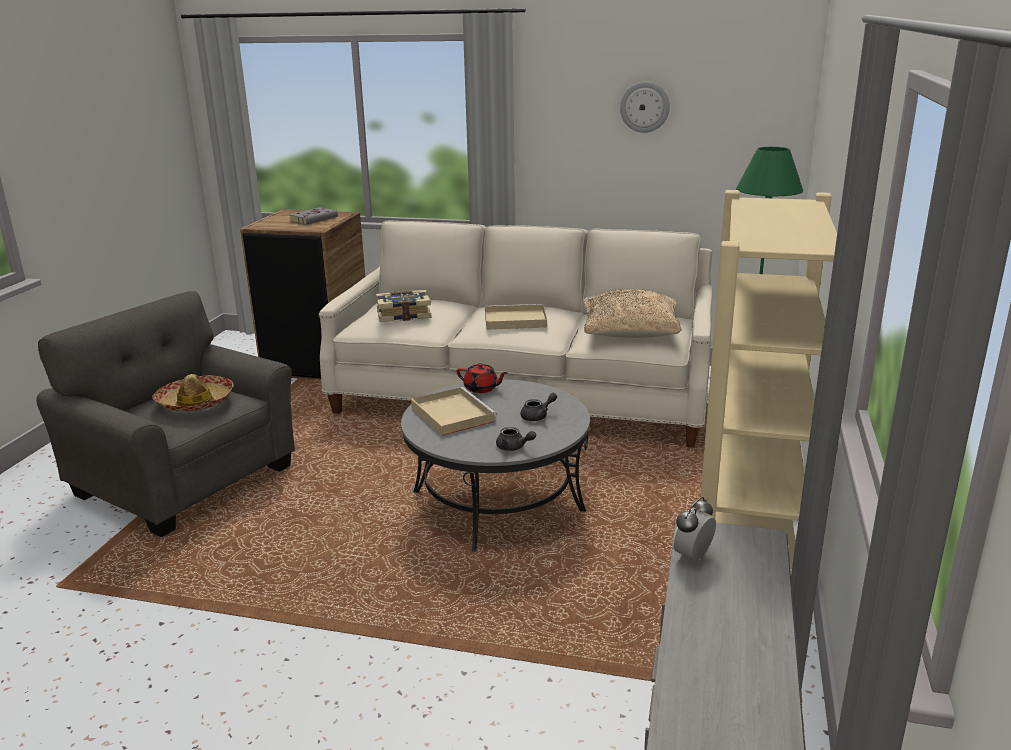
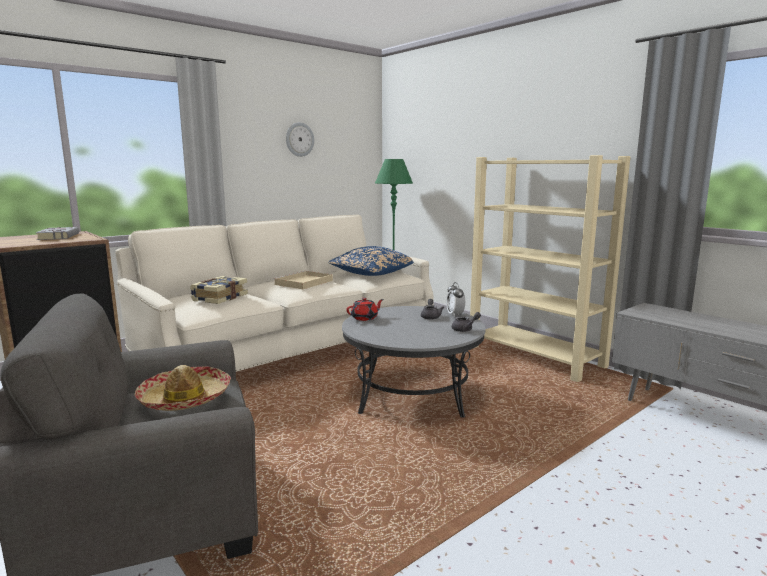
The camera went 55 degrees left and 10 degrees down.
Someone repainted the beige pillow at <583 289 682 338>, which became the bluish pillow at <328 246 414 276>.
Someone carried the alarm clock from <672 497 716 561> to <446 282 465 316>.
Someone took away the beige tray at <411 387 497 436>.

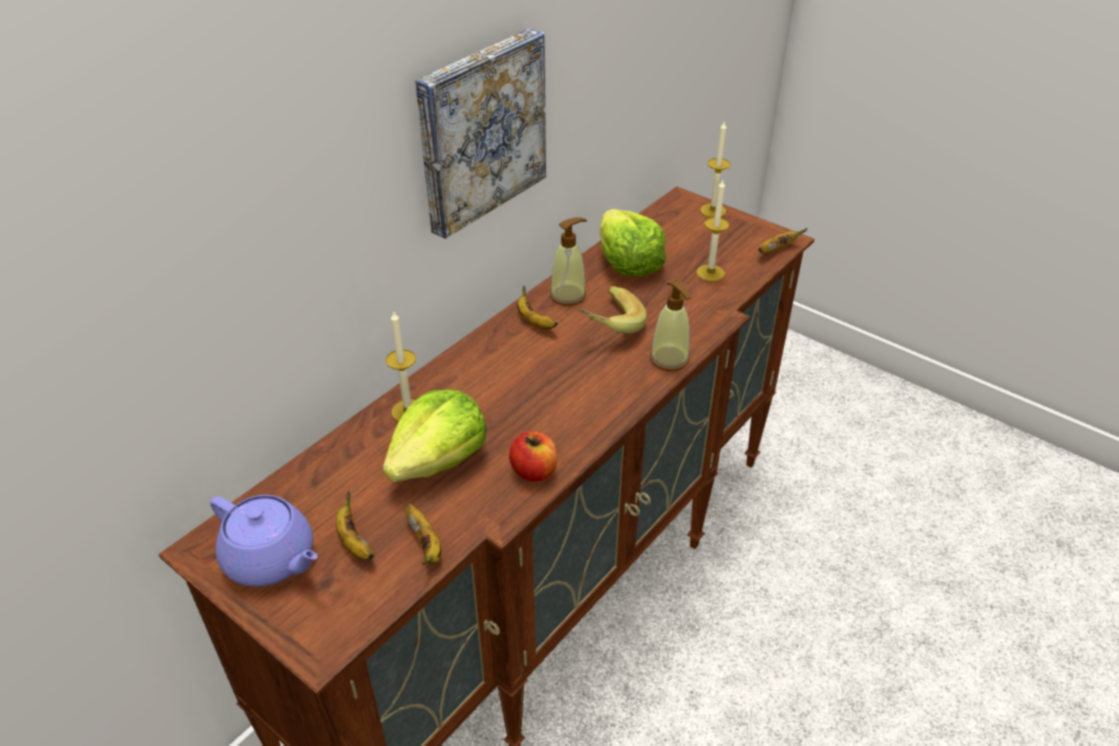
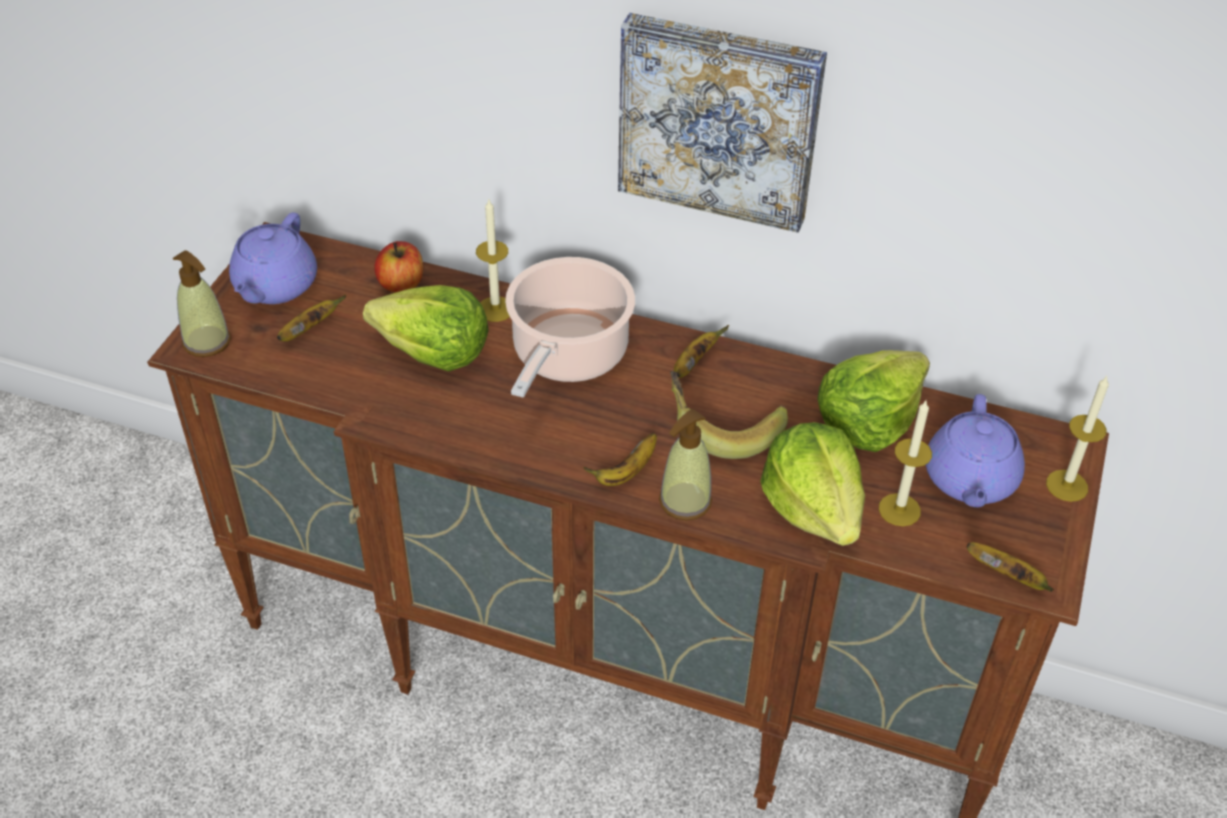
The camera went 70 degrees right and 5 degrees up.
Someone carried the soap dispenser from <550 217 587 306> to <173 250 231 357>.
Someone carried the whole apple from <509 431 557 481> to <374 241 423 293>.
Someone put down the cooking pot at <505 257 635 398>.
Someone carried the whole banana from <405 504 442 565> to <583 433 657 486>.
Someone put down the lettuce at <760 422 865 546>.
Someone put down the purple-coloured tea pot at <926 394 1025 507>.

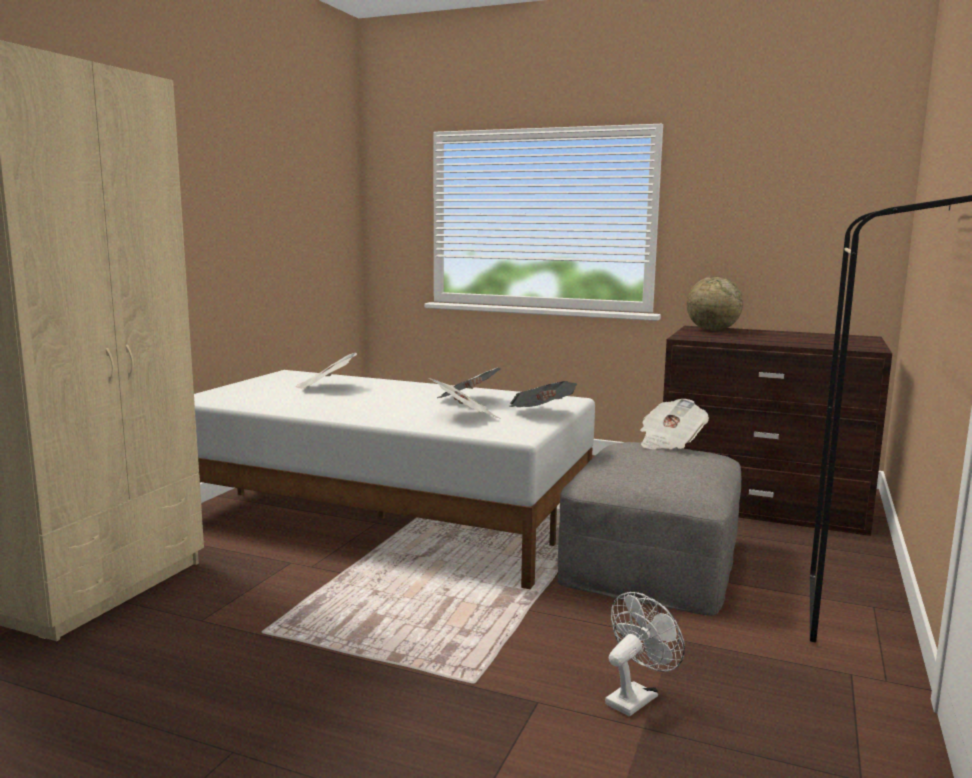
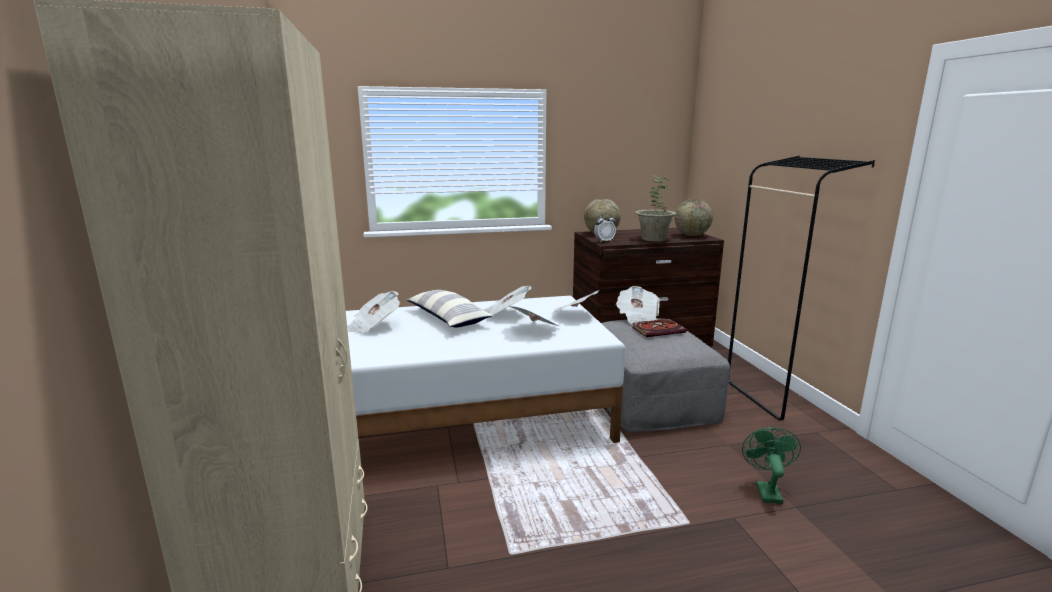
The camera went 35 degrees left and 5 degrees up.
Someone put down the pillow at <407 290 493 328>.
Someone put down the alarm clock at <594 213 616 243>.
Someone put down the book at <632 319 687 337>.
Someone put down the plant in a pot at <635 175 676 241>.
Someone put down the desk globe at <674 199 713 236>.
Someone repainted the white-coloured cooling fan at <605 592 685 716>, which became the greenish cooling fan at <742 427 801 504>.

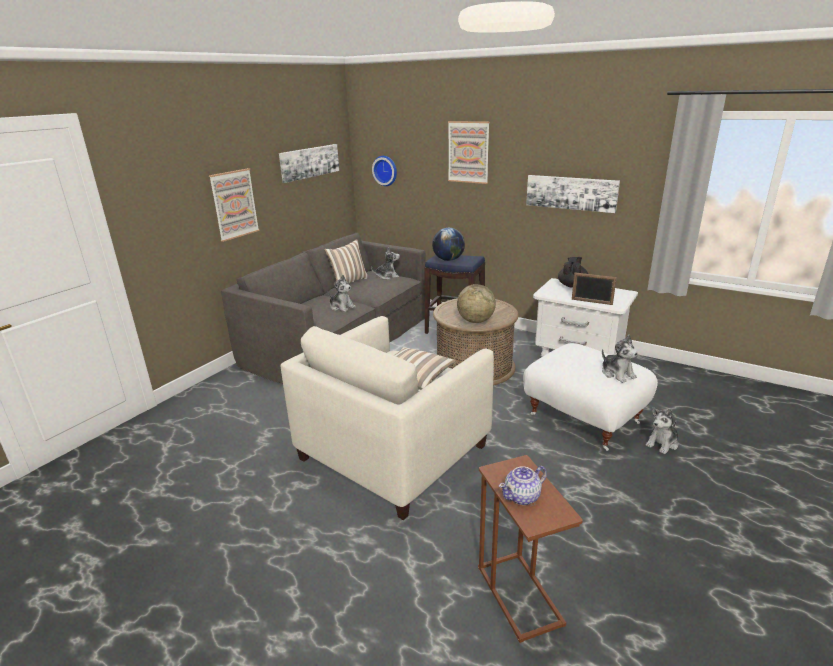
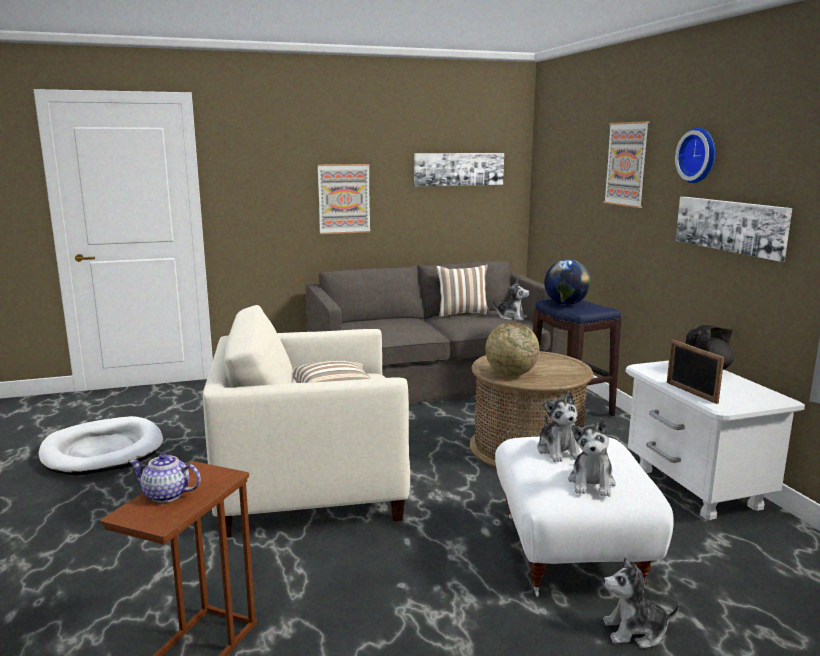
The camera went 40 degrees right and 10 degrees down.
Someone put down the white-coloured dog cushion at <38 416 163 475>.
Someone carried the soft toy from <328 275 356 312> to <537 391 580 462>.
Someone carried the wall clock from <372 156 397 186> to <675 128 715 183>.

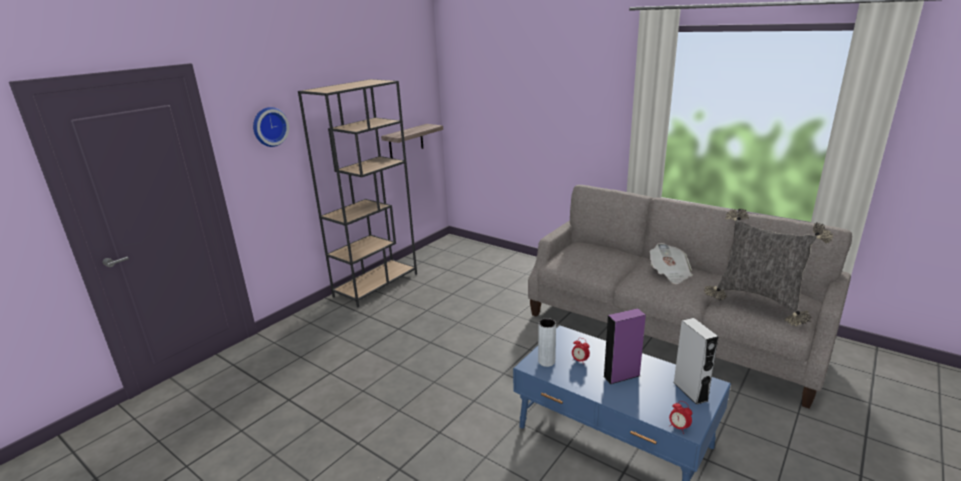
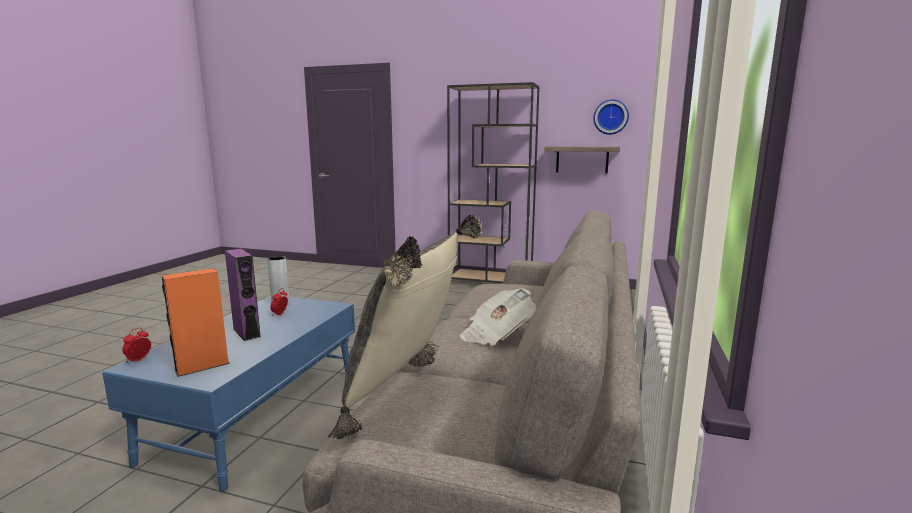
The camera went 70 degrees right and 10 degrees down.
Someone repainted the greyish audio speaker at <673 318 718 405>, which became the orangey audio speaker at <162 268 230 377>.
Someone carried the wall clock from <253 107 289 147> to <593 99 629 135>.

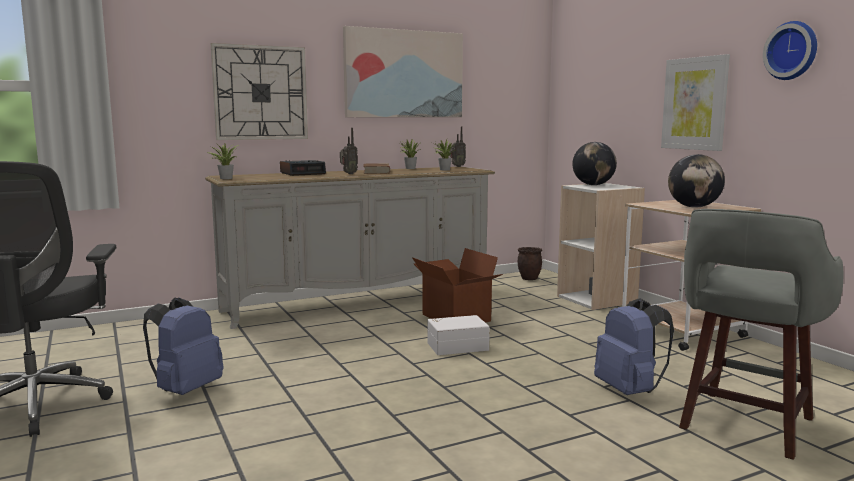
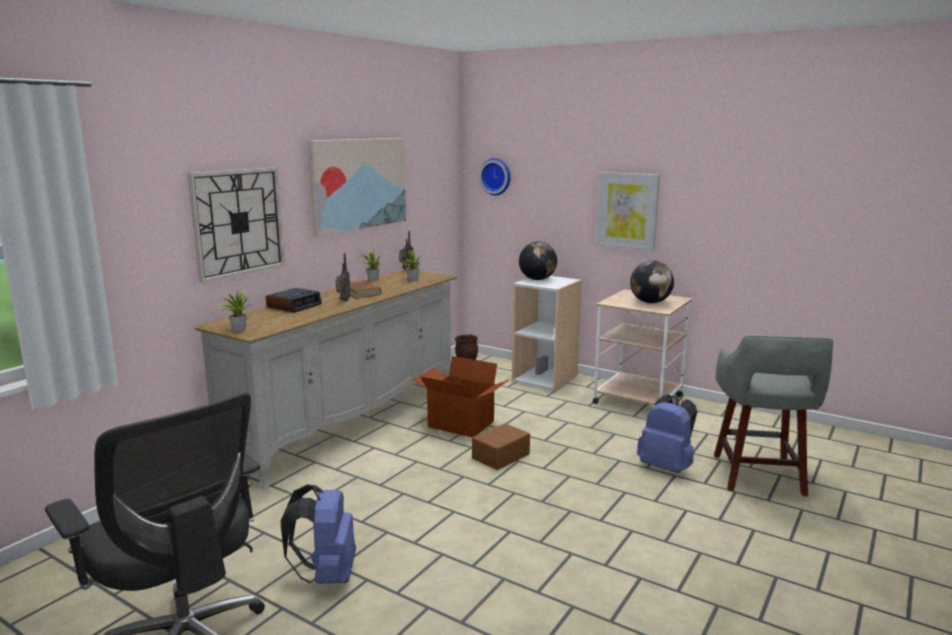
The camera went 30 degrees left and 5 degrees up.
Someone repainted the white-coloured storage box at <427 315 490 355>, which became the brown storage box at <472 423 530 470>.
Someone carried the wall clock from <763 21 817 80> to <479 158 511 195>.

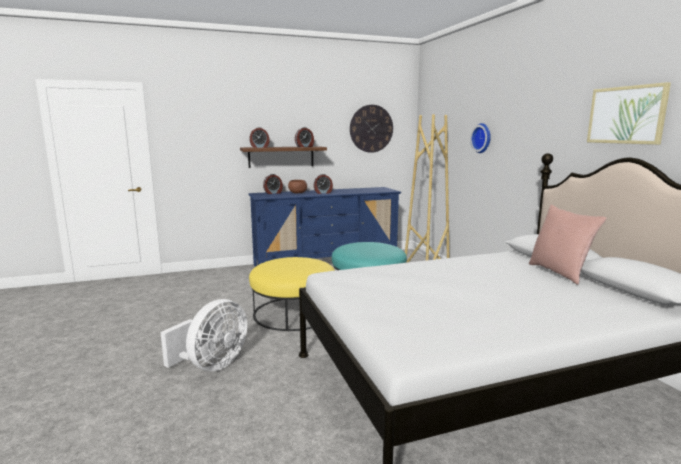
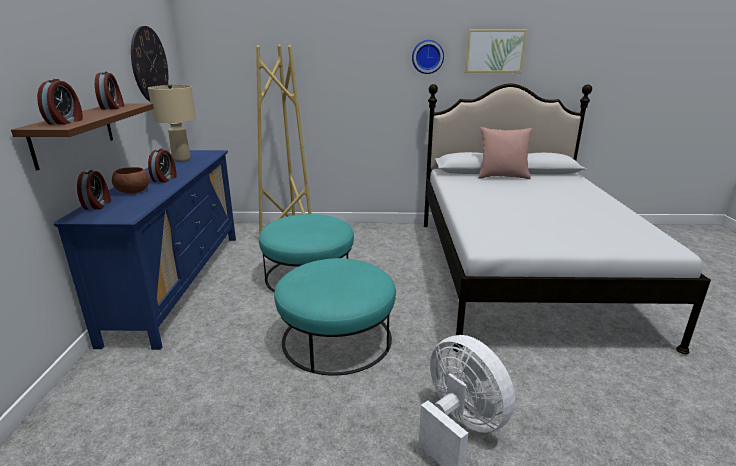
The camera went 70 degrees left and 10 degrees up.
Someone put down the beige tabletop lamp at <148 84 196 162>.
Someone repainted the yellow ottoman at <249 257 335 331>, which became the turquoise ottoman at <274 258 396 376>.
Someone carried the wall clock from <470 123 491 153> to <412 40 444 74>.

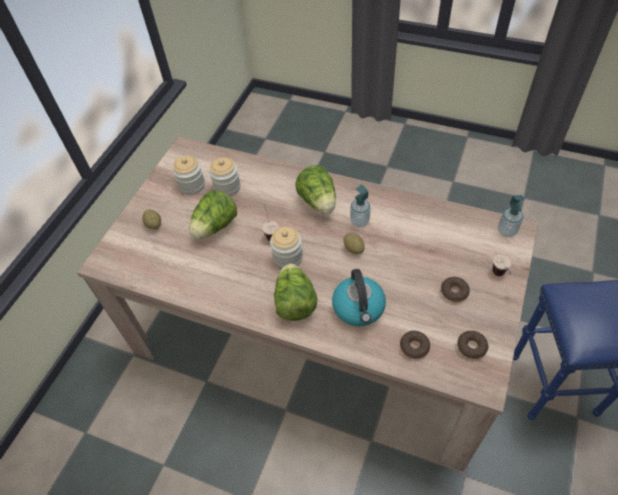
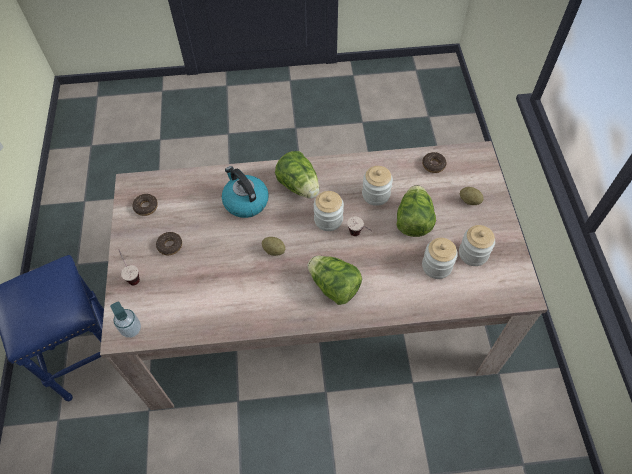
The camera went 150 degrees right and 5 degrees up.
Someone put down the preserve jar at <362 166 393 206>.
Someone carried the doughnut from <400 331 430 359> to <422 152 447 173>.
Someone took away the soap dispenser at <350 184 371 227>.

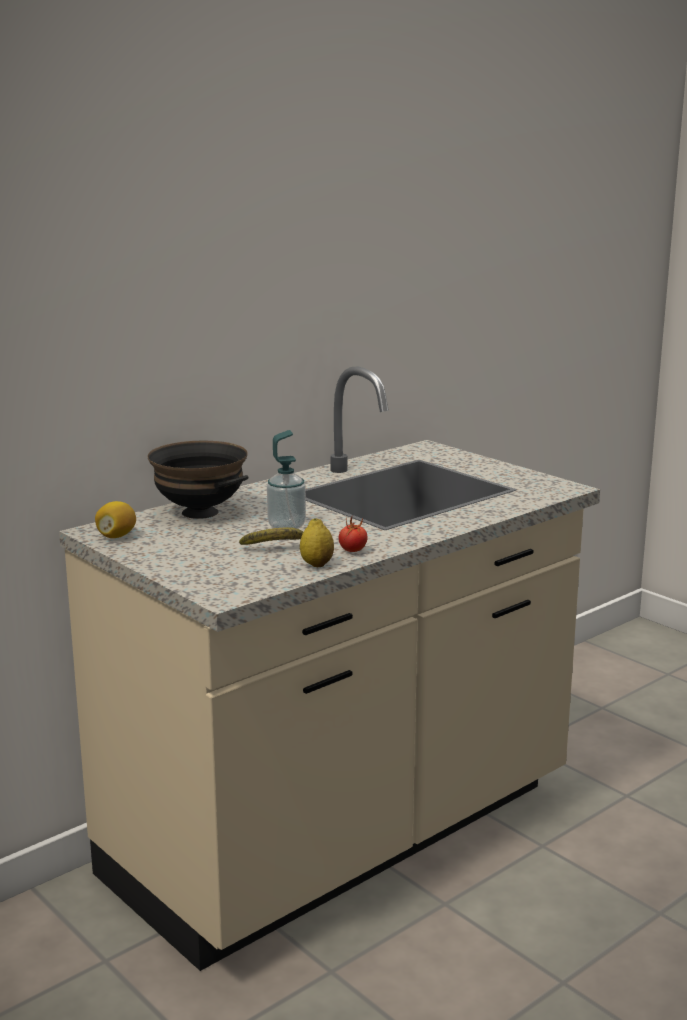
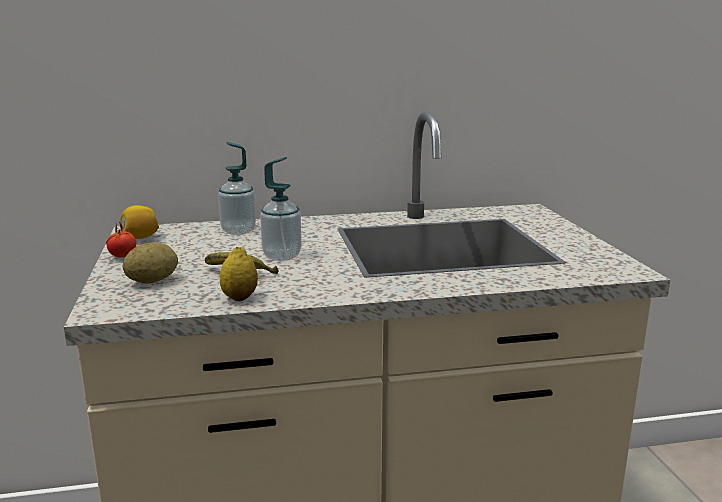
The camera went 30 degrees right and 0 degrees up.
Someone carried the tomato from <339 516 367 552> to <106 221 136 258>.
Someone put down the whole potato at <123 242 178 284>.
Someone swapped the blackish deep dish at <148 441 248 519> for the soap dispenser at <218 142 256 235>.

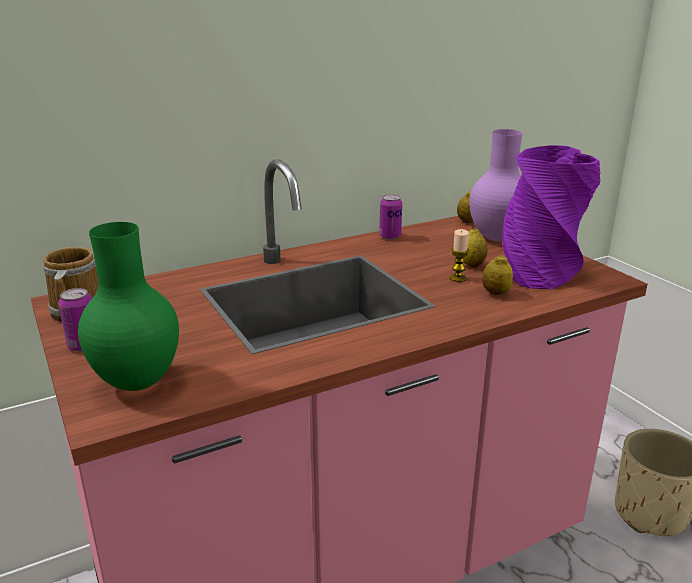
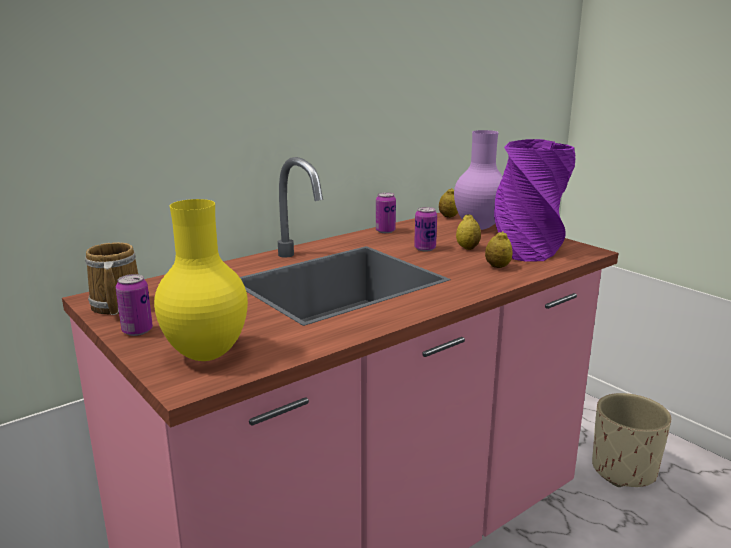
The camera went 10 degrees left and 5 degrees down.
Someone repainted the greenish vase at <78 222 179 391>, which became the yellow vase at <154 199 248 361>.
Someone put down the can at <414 207 437 251>.
Someone took away the candle at <450 229 469 282>.

